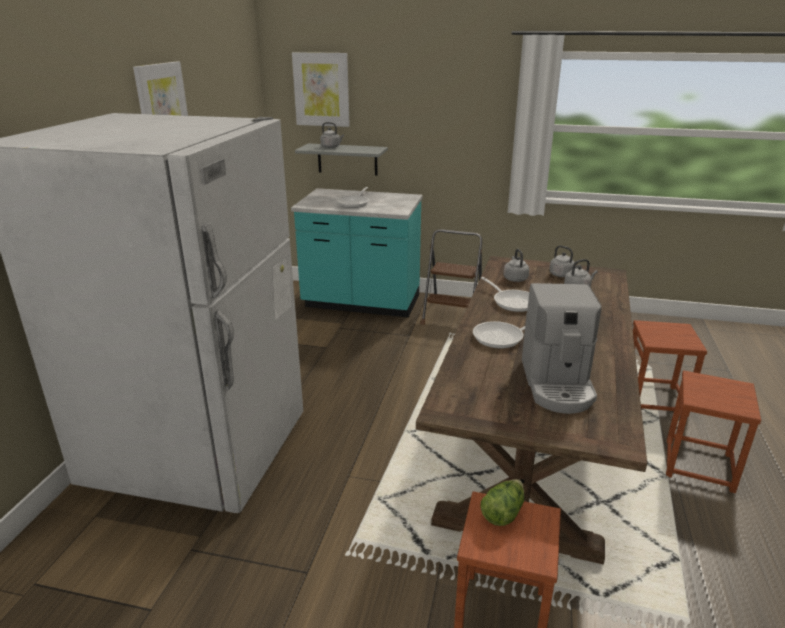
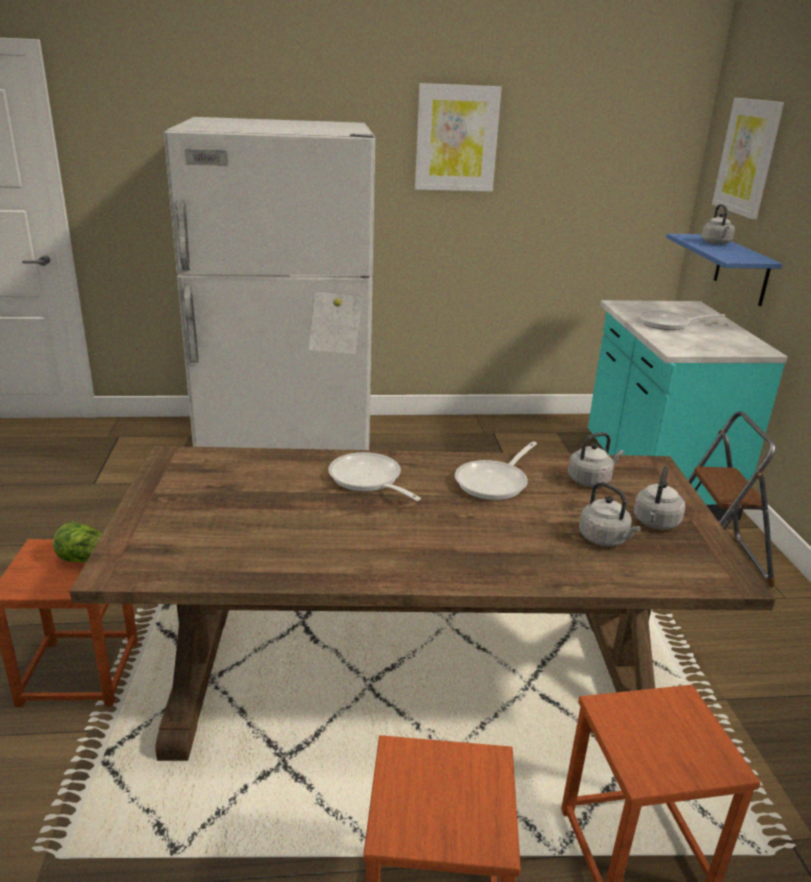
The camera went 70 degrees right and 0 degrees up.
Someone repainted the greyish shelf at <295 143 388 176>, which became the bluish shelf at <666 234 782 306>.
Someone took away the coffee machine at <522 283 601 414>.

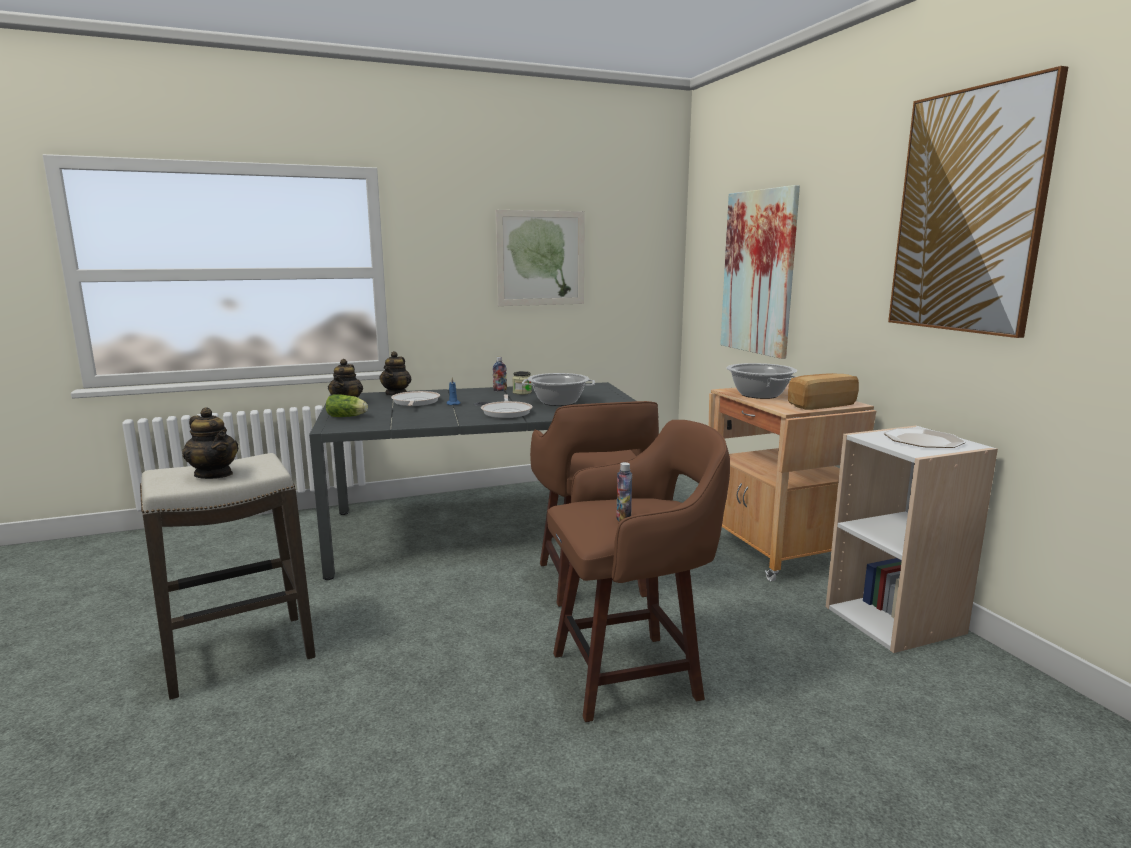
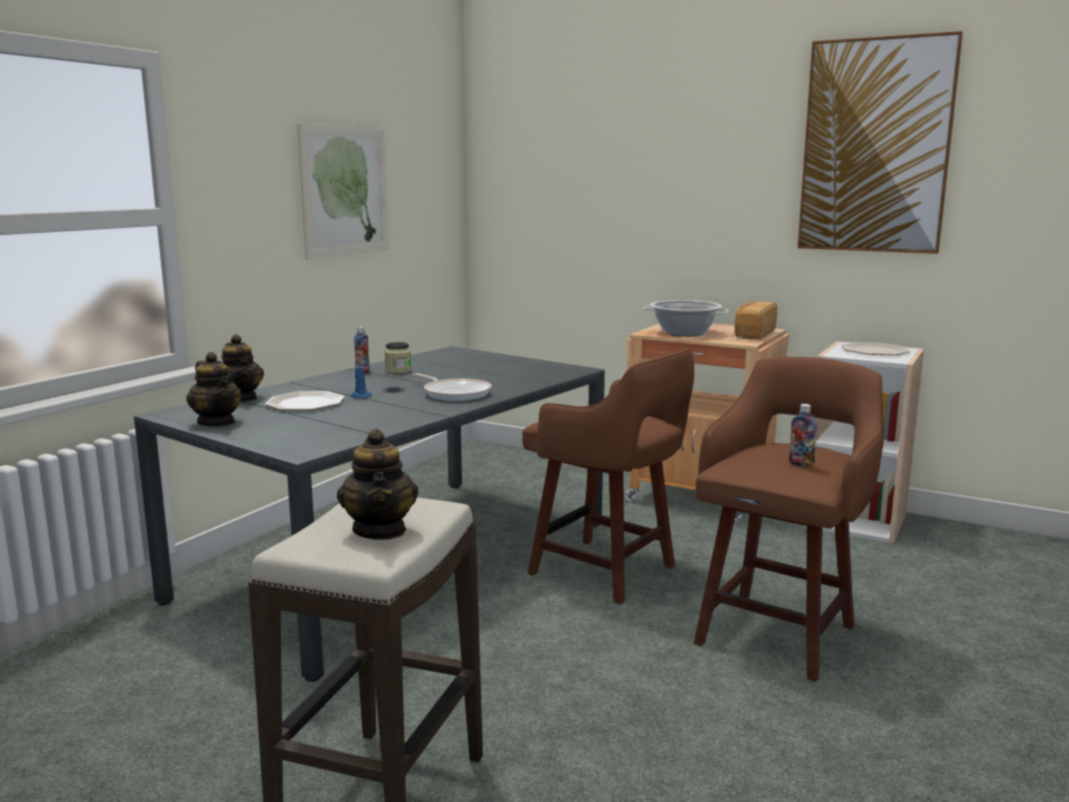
The camera went 40 degrees left and 0 degrees up.
Someone swapped the skillet at <391 391 440 406> for the plate at <265 391 345 410>.
Someone rotated the tea pot at <182 408 238 479> by 75 degrees clockwise.
Someone took away the lettuce at <326 394 368 417>.
Someone took away the cooking pot at <522 373 595 406>.
Someone took away the wall picture at <720 185 800 359>.

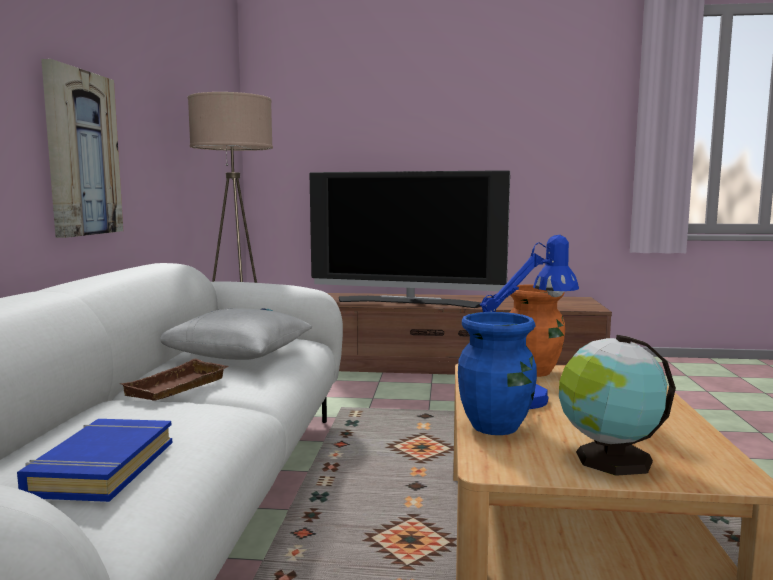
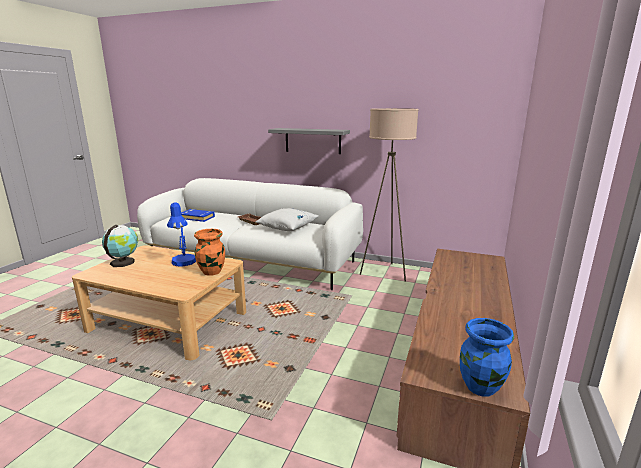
The camera went 105 degrees right and 10 degrees up.
Someone swapped the wall picture at <41 59 123 238> for the greyish shelf at <268 128 350 154>.
Someone carried the bluish vase from <458 312 537 435> to <460 318 514 397>.
Someone took away the television at <310 170 510 308>.

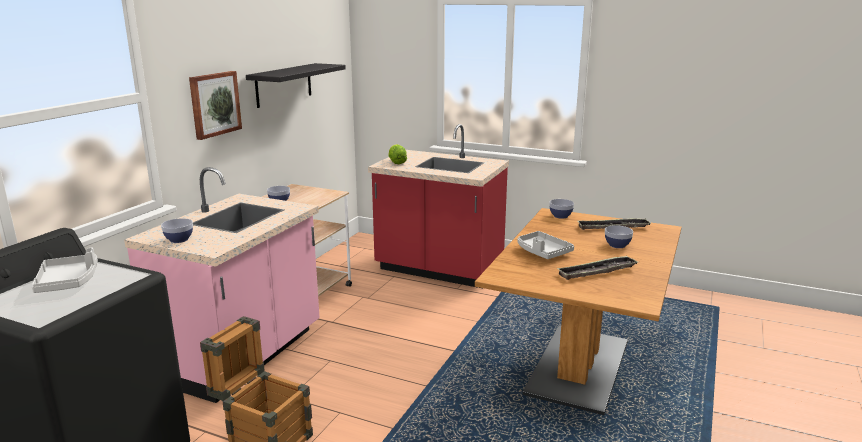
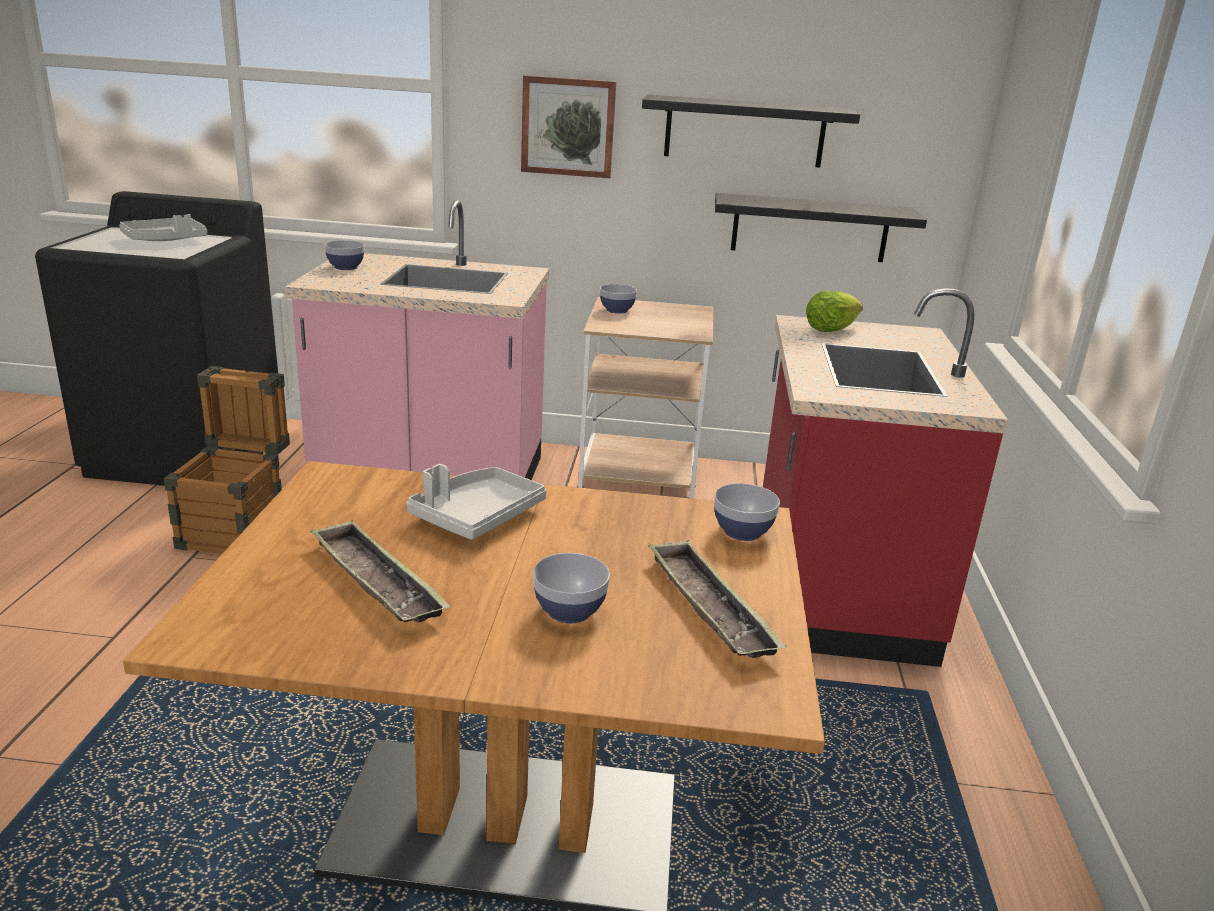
The camera went 70 degrees right and 5 degrees up.
Someone put up the blackish shelf at <715 193 927 262>.

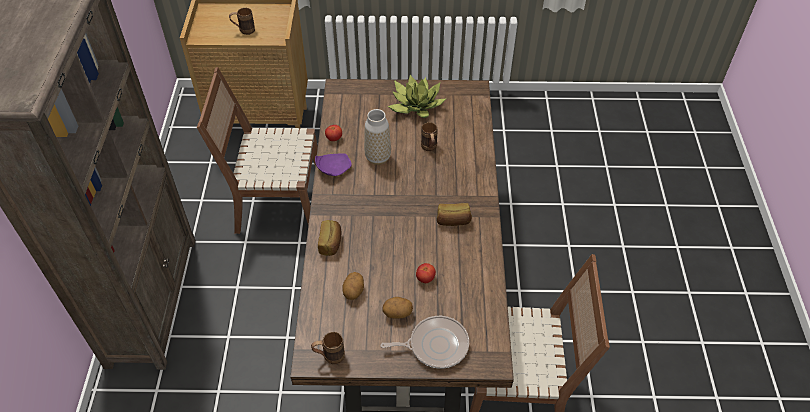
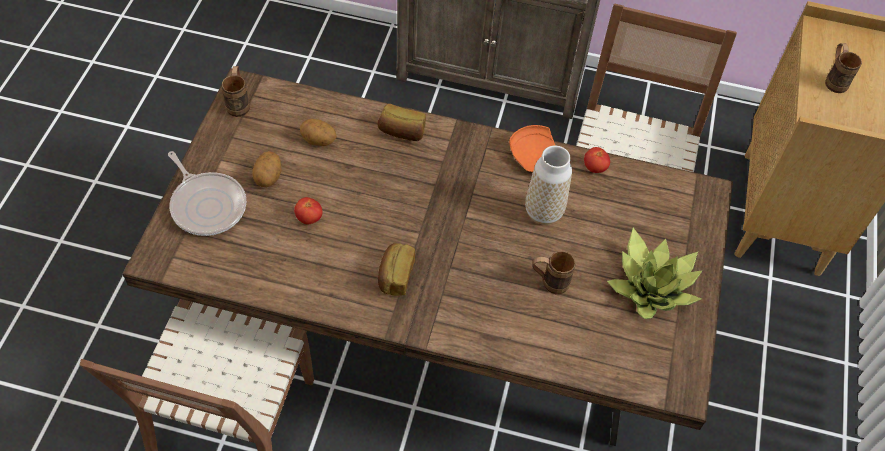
The camera went 100 degrees right and 5 degrees up.
Someone rotated the skillet at <381 316 469 369> by 45 degrees counterclockwise.
Someone repainted the purple-coloured plate at <315 153 352 176>, which became the orangey plate at <509 125 555 172>.

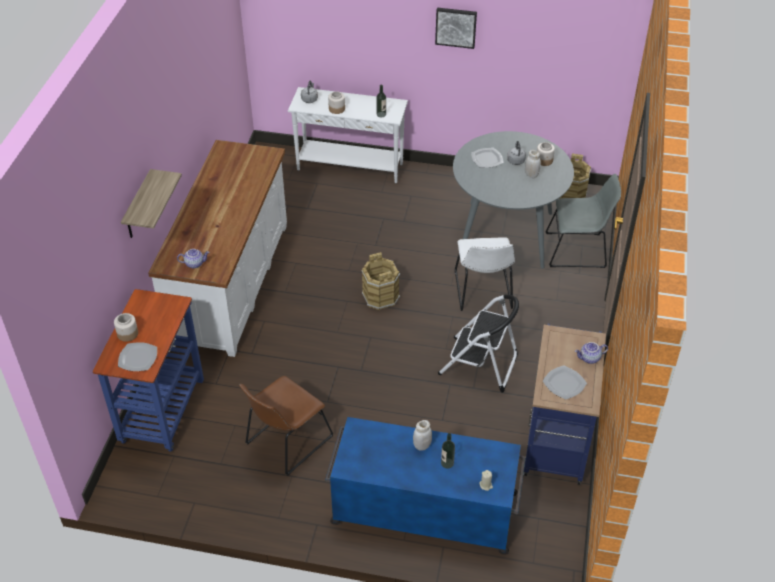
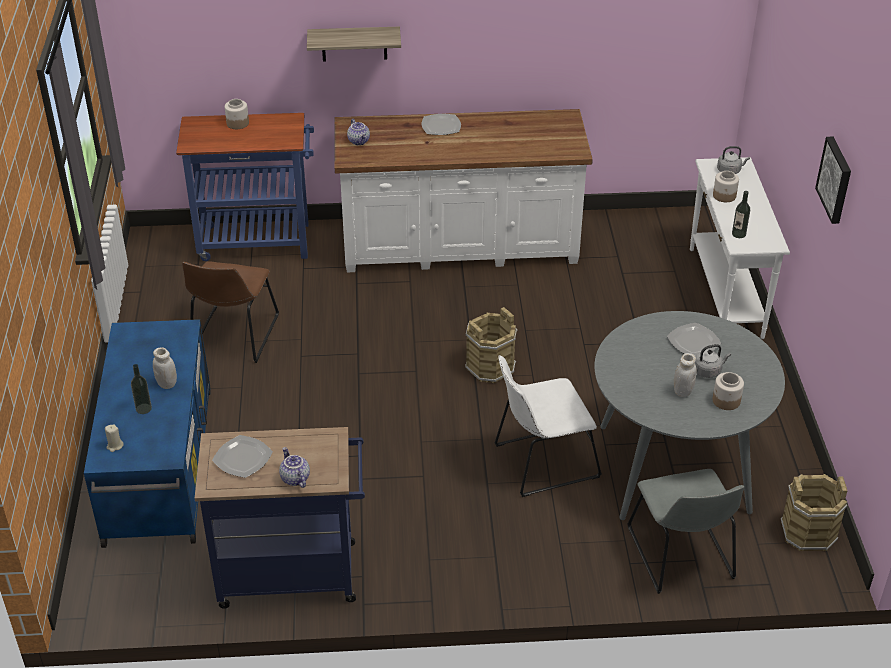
The camera went 75 degrees right and 5 degrees down.
Someone rotated the brown chair at <239 376 333 476> by 105 degrees counterclockwise.
Someone carried the plate from <118 342 157 371> to <421 114 461 135>.
Someone took away the step ladder at <438 295 519 393>.

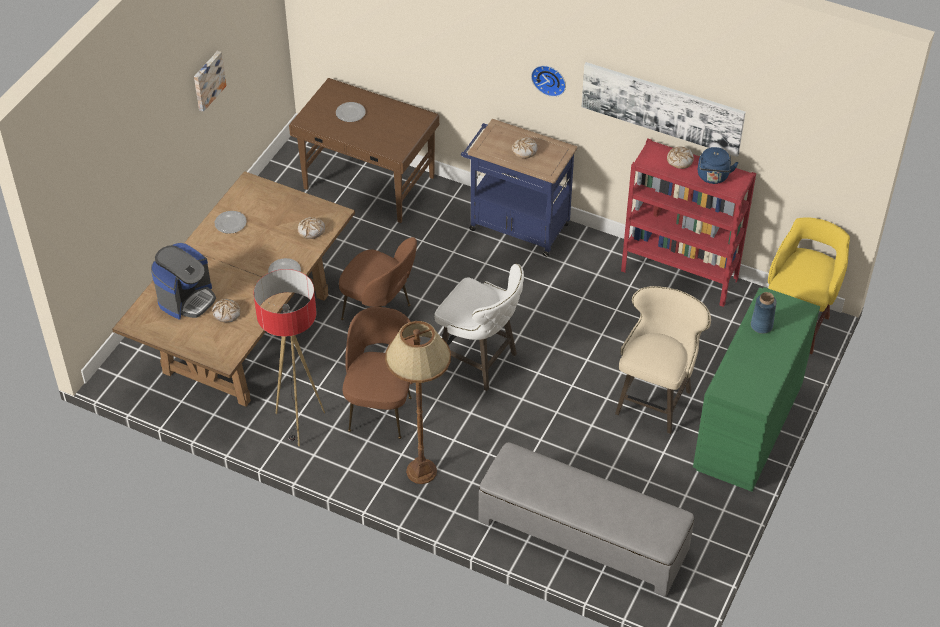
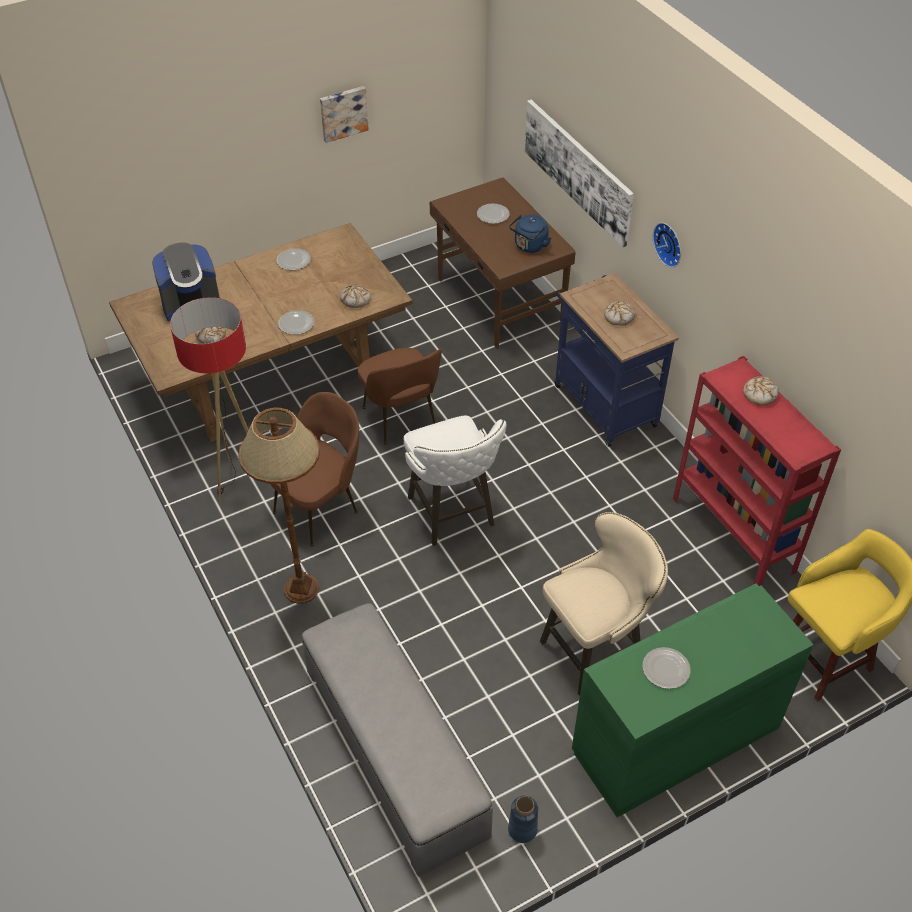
The camera went 35 degrees right and 0 degrees up.
Someone carried the bluish vase from <751 292 777 334> to <508 796 538 843>.
Someone carried the bluish kettle from <698 147 738 184> to <509 215 551 253>.
Someone carried the wall picture from <582 62 746 157> to <525 100 634 247>.
Someone put down the plate at <643 647 691 689>.

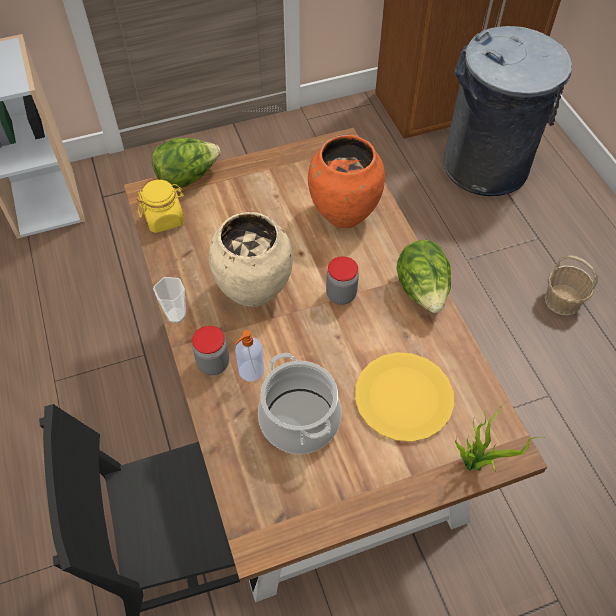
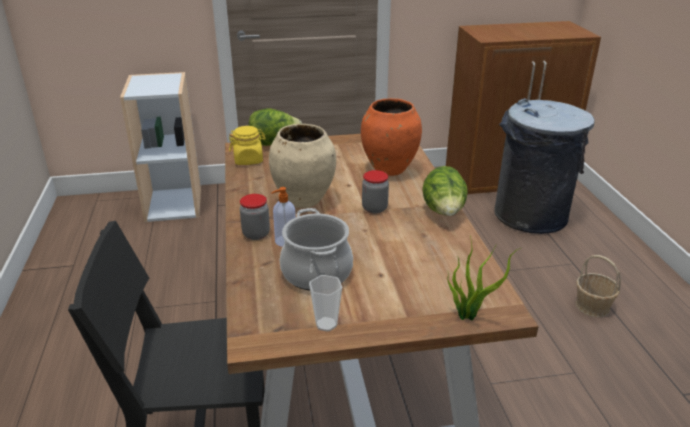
The camera went 10 degrees right and 25 degrees down.
Someone carried the cup from <153 277 186 323> to <309 275 342 332>.
Someone took away the yellow plate at <355 352 454 442>.

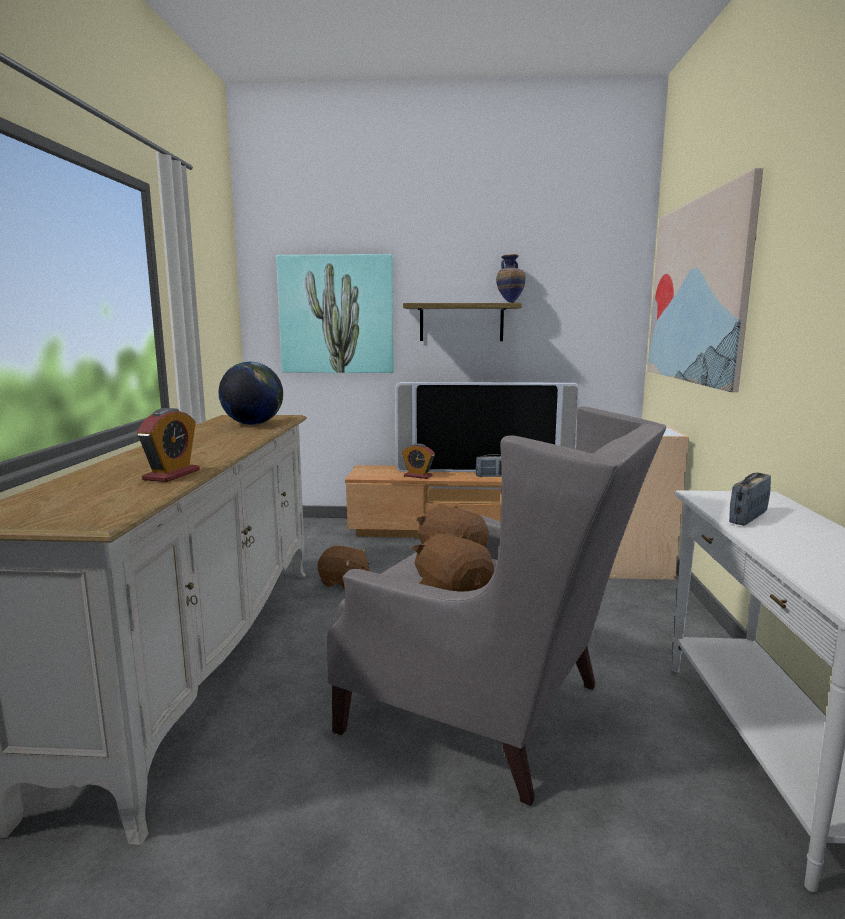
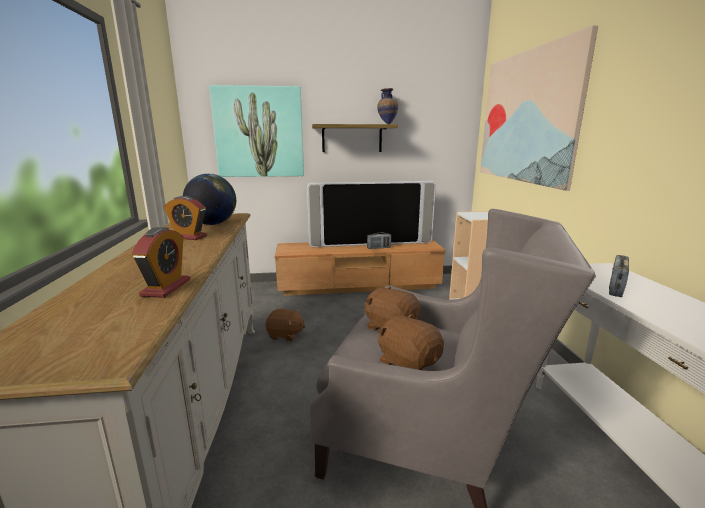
The camera went 10 degrees left and 5 degrees up.
Someone carried the alarm clock from <402 443 435 479> to <164 196 207 240>.

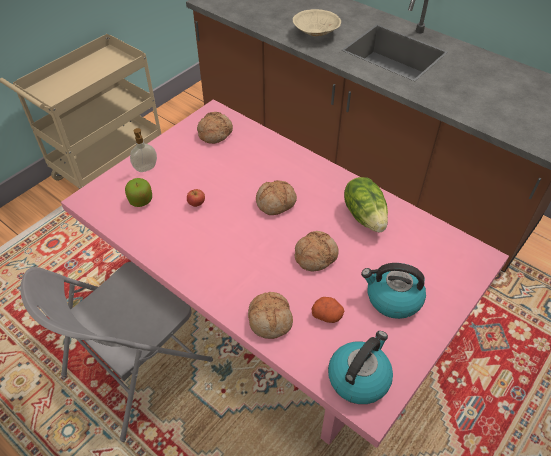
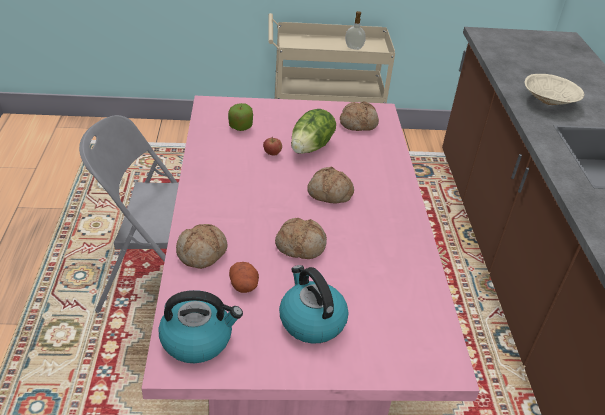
The camera went 45 degrees right and 10 degrees down.
Someone carried the lettuce from <344 177 388 232> to <291 109 336 154>.
Someone carried the soap dispenser from <130 128 157 172> to <345 11 366 50>.

